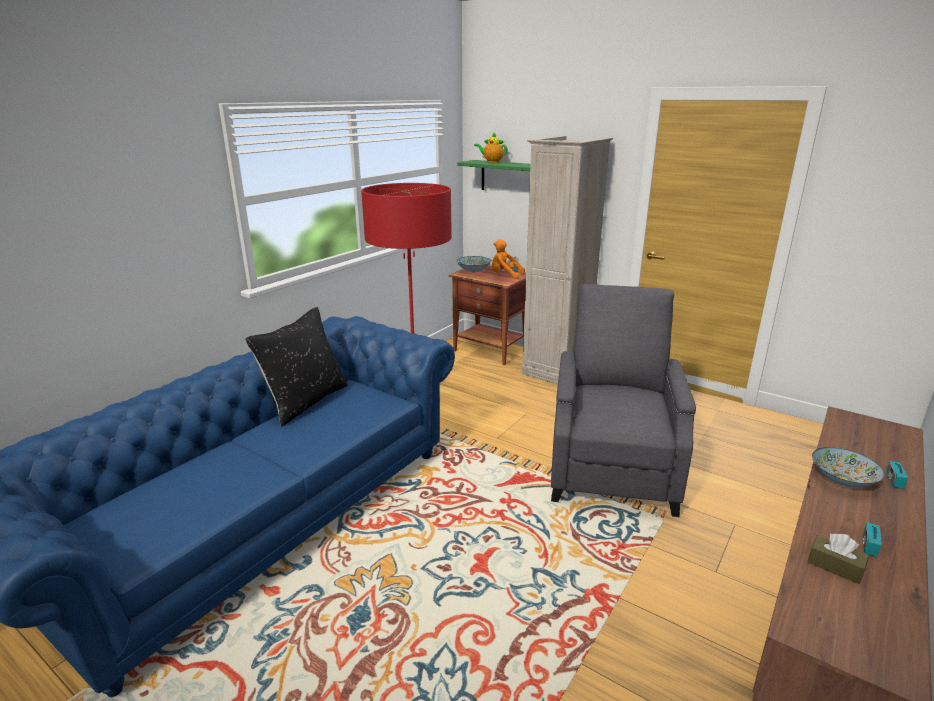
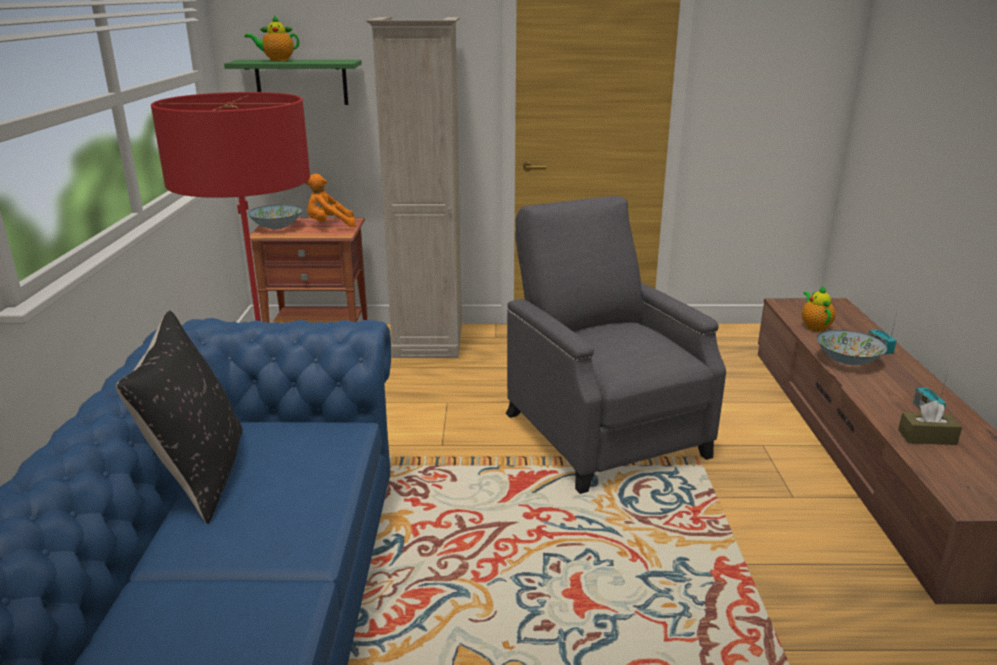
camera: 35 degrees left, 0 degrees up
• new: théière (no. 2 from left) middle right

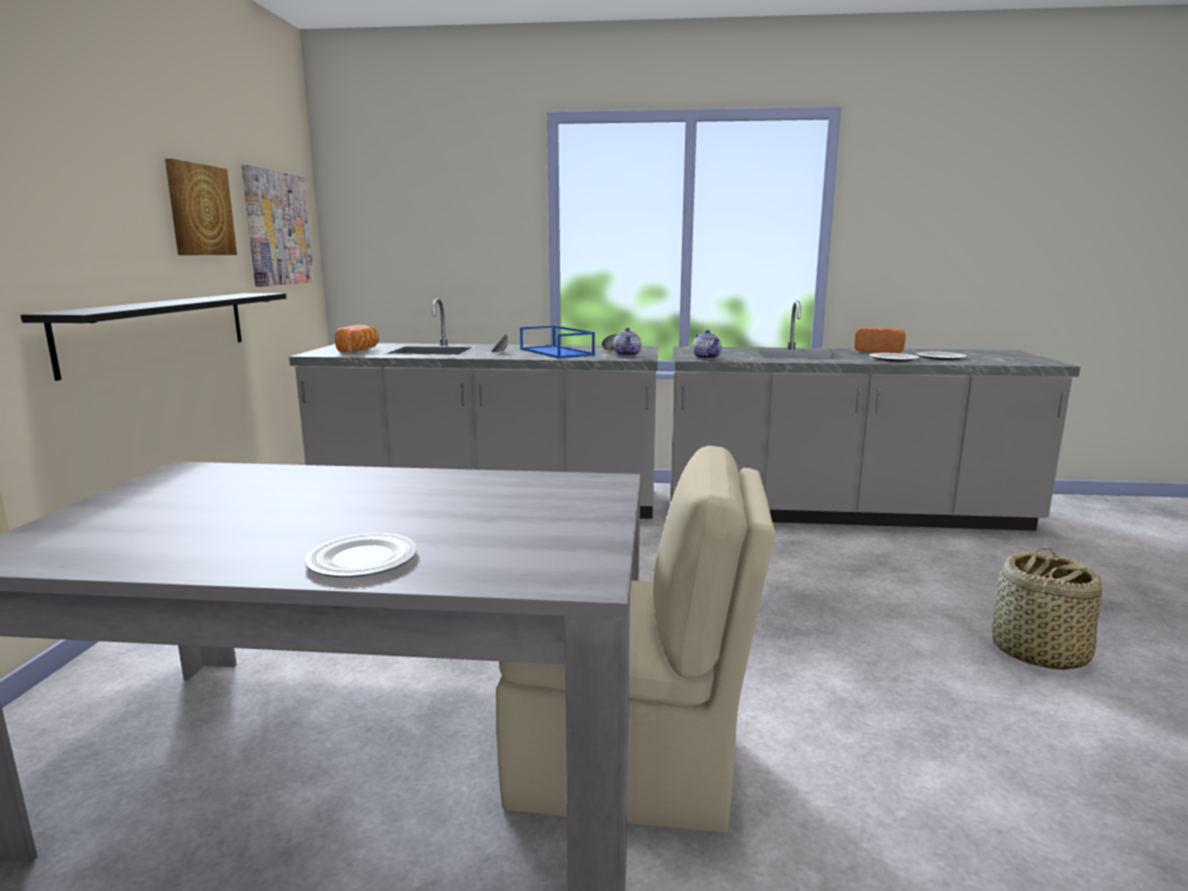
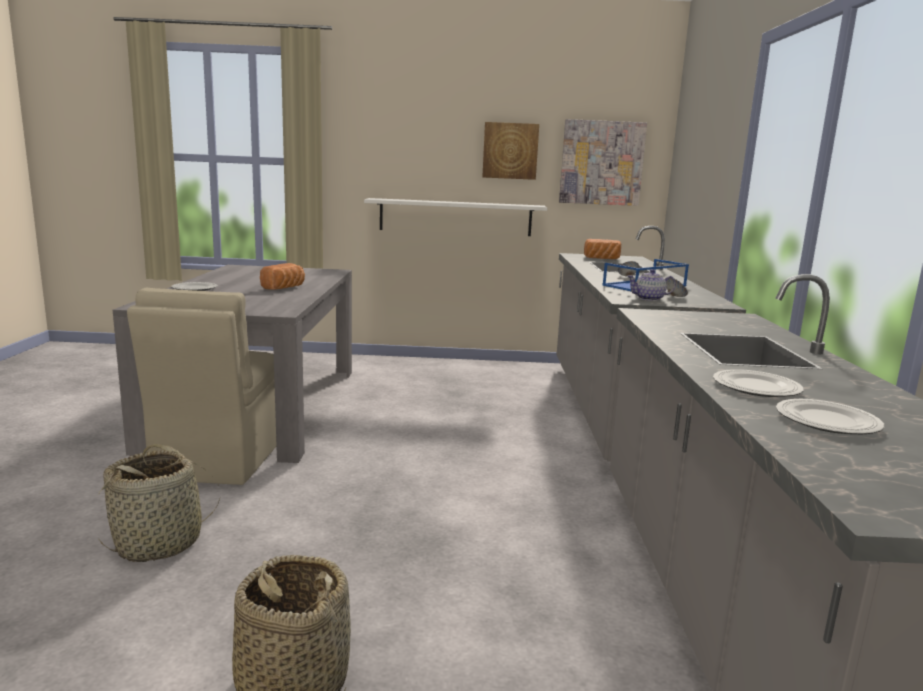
camera: 85 degrees right, 0 degrees up
• new: panier (no. 1 from left) bottom left
• shifted: pain (no. 2 from left in the first image) middle right to pain (no. 1 from left) middle left
• repainted: étagère [noir] middle left to étagère [blanc] top centre
• gone: théière (no. 2 from left) centre

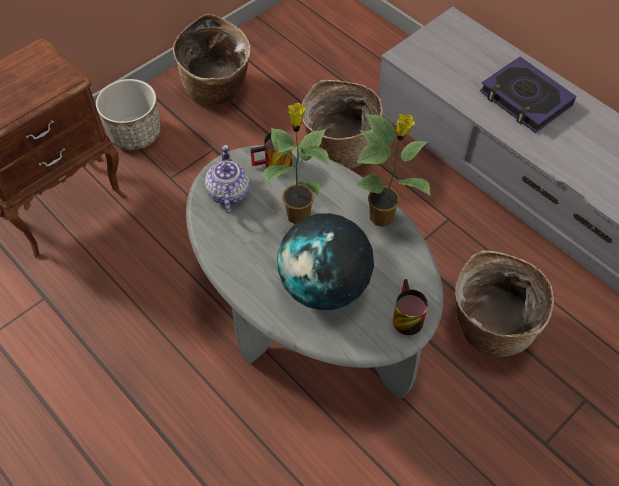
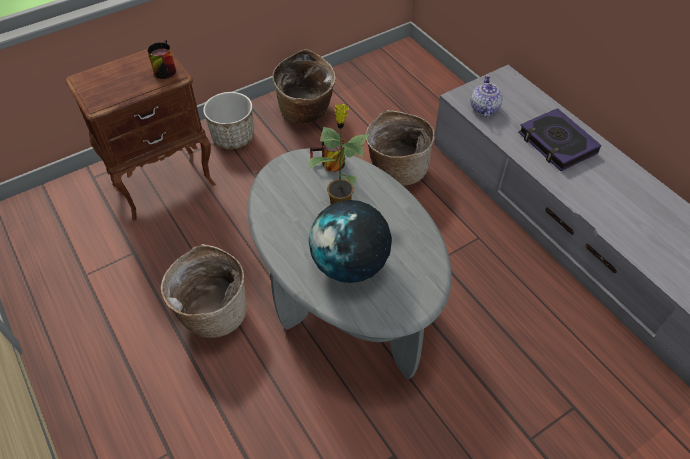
camera: 10 degrees right, 5 degrees down
• shifted: mug (no. 2 from left in the first image) centre to mug (no. 1 from left) top left
• shifted: panier (no. 3 from left in the first image) middle right to panier (no. 1 from left) middle left
• shifted: théière centre to top right
• gone: plante en pot (no. 2 from left) centre

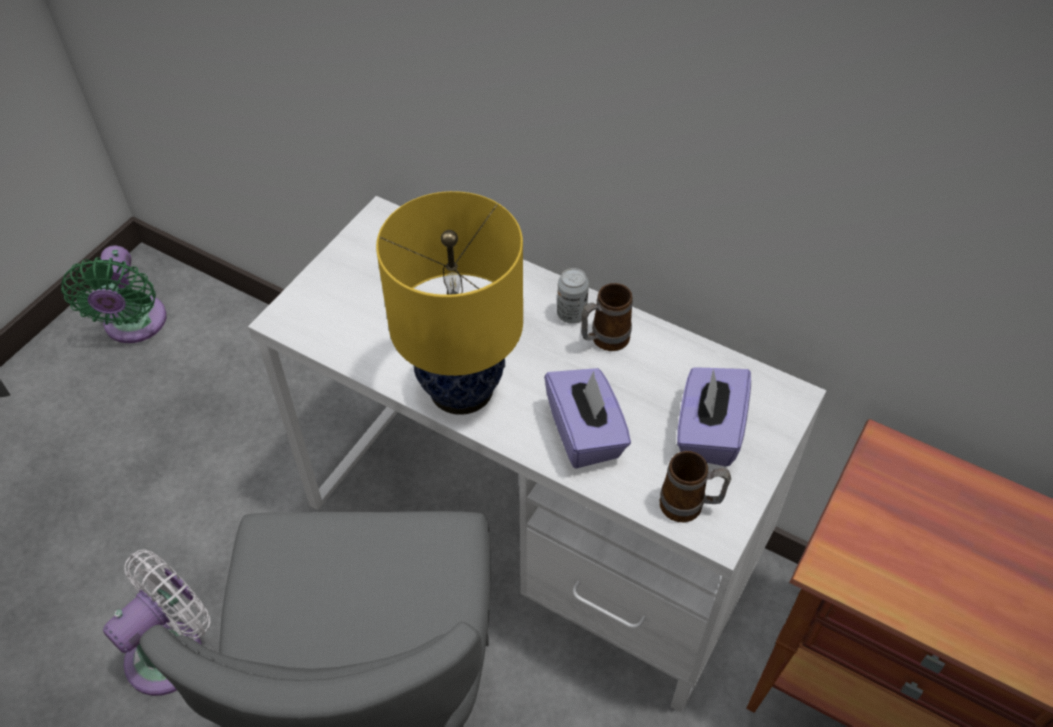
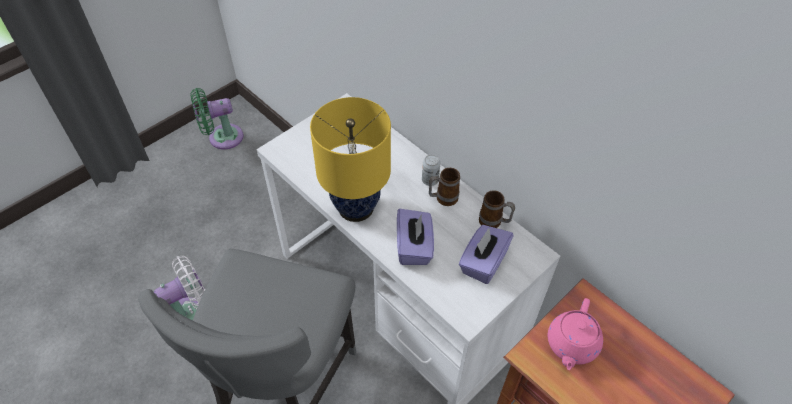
camera: 15 degrees right, 0 degrees up
• rotated: ventilateur [vert] middle left = top left 60 degrees clockwise
• shifted: mug (no. 2 from left) bottom centre to centre
• new: théière [rose] bottom right

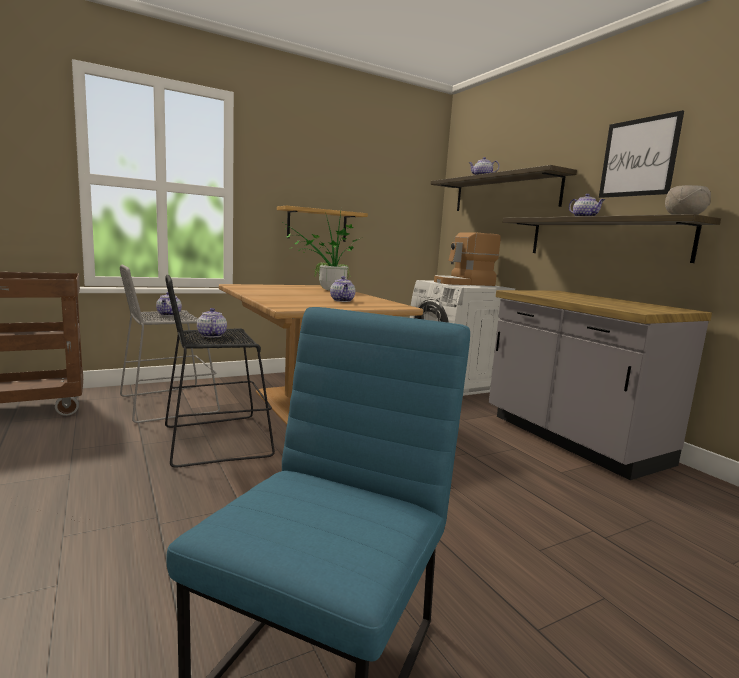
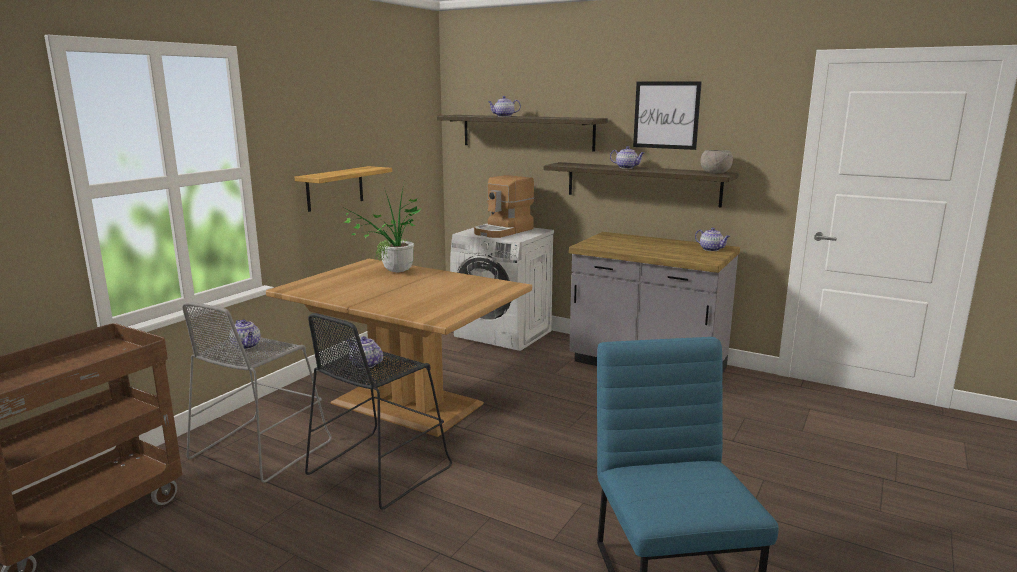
camera: 30 degrees left, 5 degrees up
• shifted: théière (no. 3 from left in the first image) centre to théière (no. 5 from left) middle right

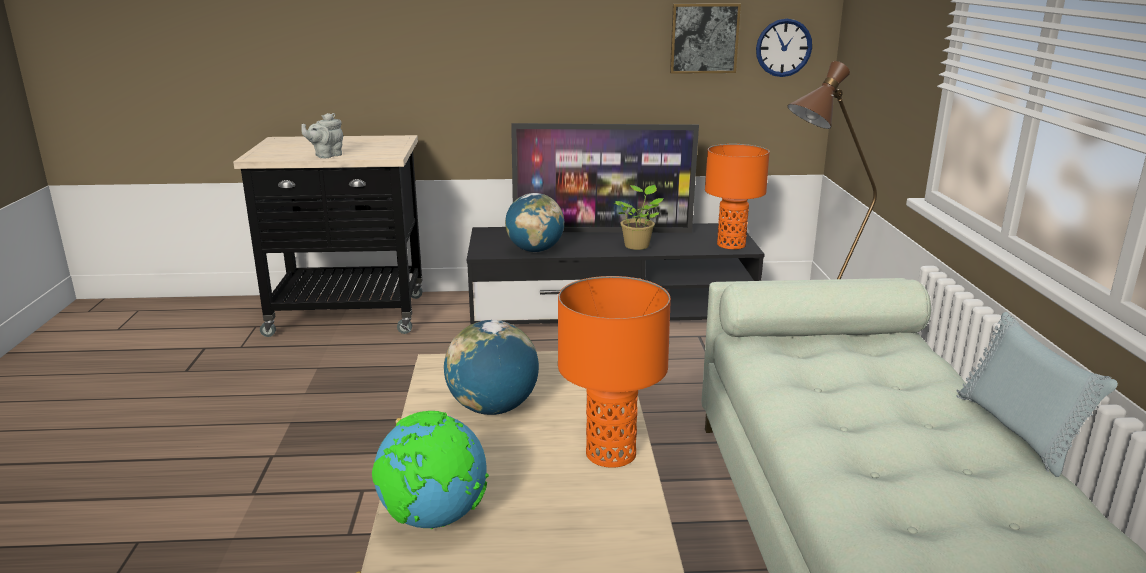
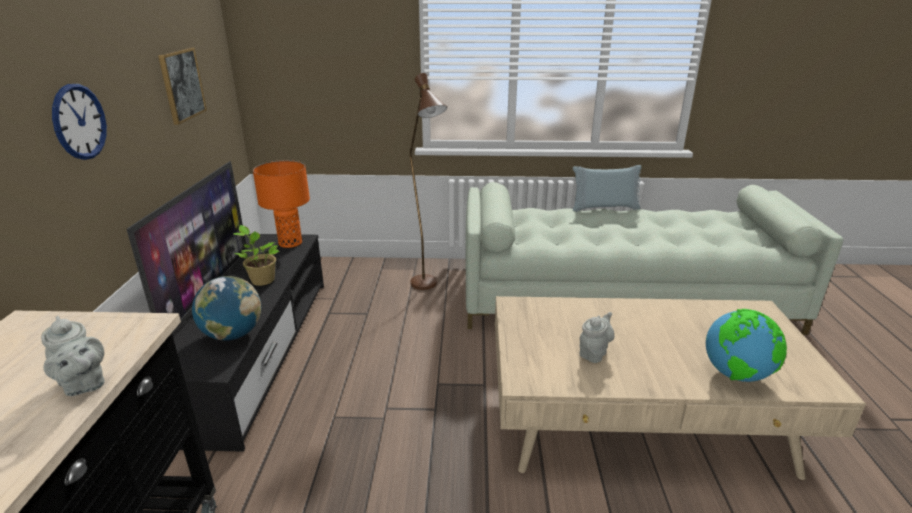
camera: 85 degrees left, 5 degrees up
• shifted: horloge murale top right to top left
• swapped: globe (no. 2 from left) centre to théière [gris] (no. 2 from left) centre
• gone: lampe de table [orange] (no. 1 from left) centre

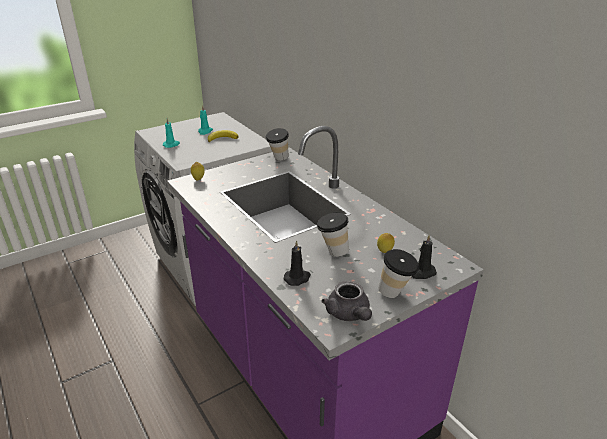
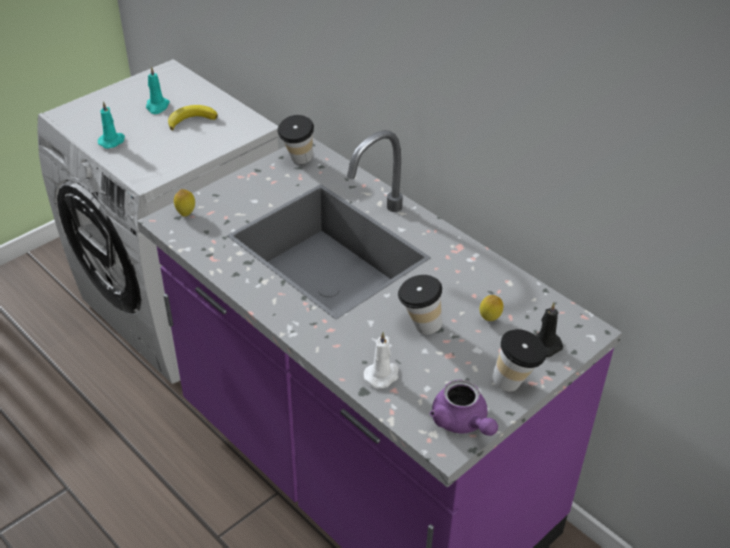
camera: 10 degrees left, 10 degrees up
• repainted: bougie [noir] (no. 1 from left) centre to bougie [blanc] centre
• repainted: théière [gris] bottom centre to théière [violet] bottom centre

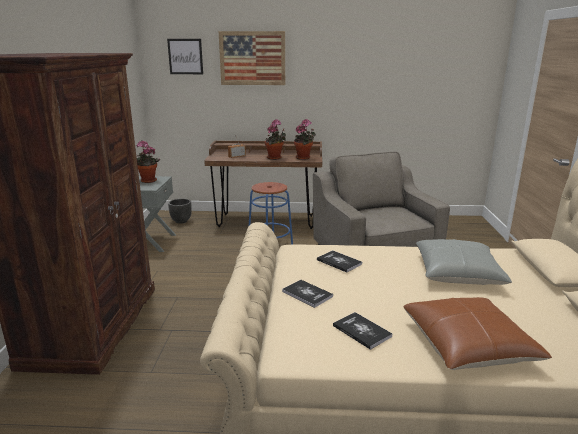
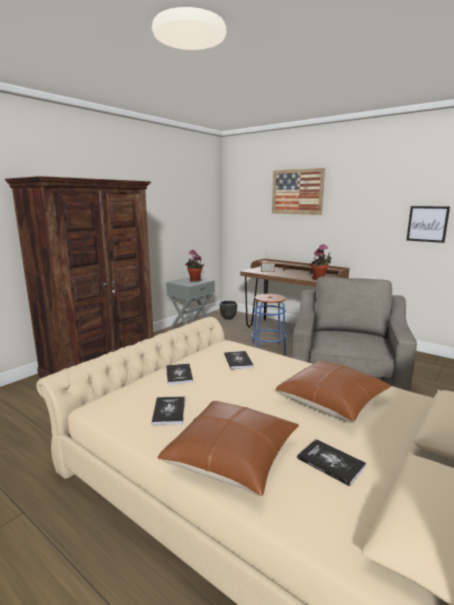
camera: 35 degrees right, 5 degrees down
• repainted: coussin [gris] middle right to coussin [marron] (no. 2 from left) middle right
• new: livre (no. 4 from left) bottom right
• shifted: tableau (no. 1 from left in the first image) top left to tableau (no. 2 from left) middle right
• gone: plante en pot (no. 2 from left) top centre

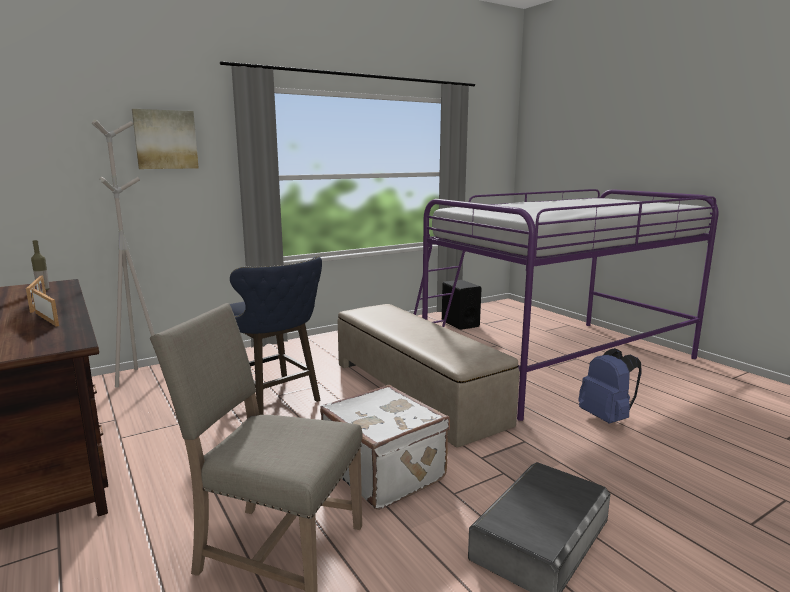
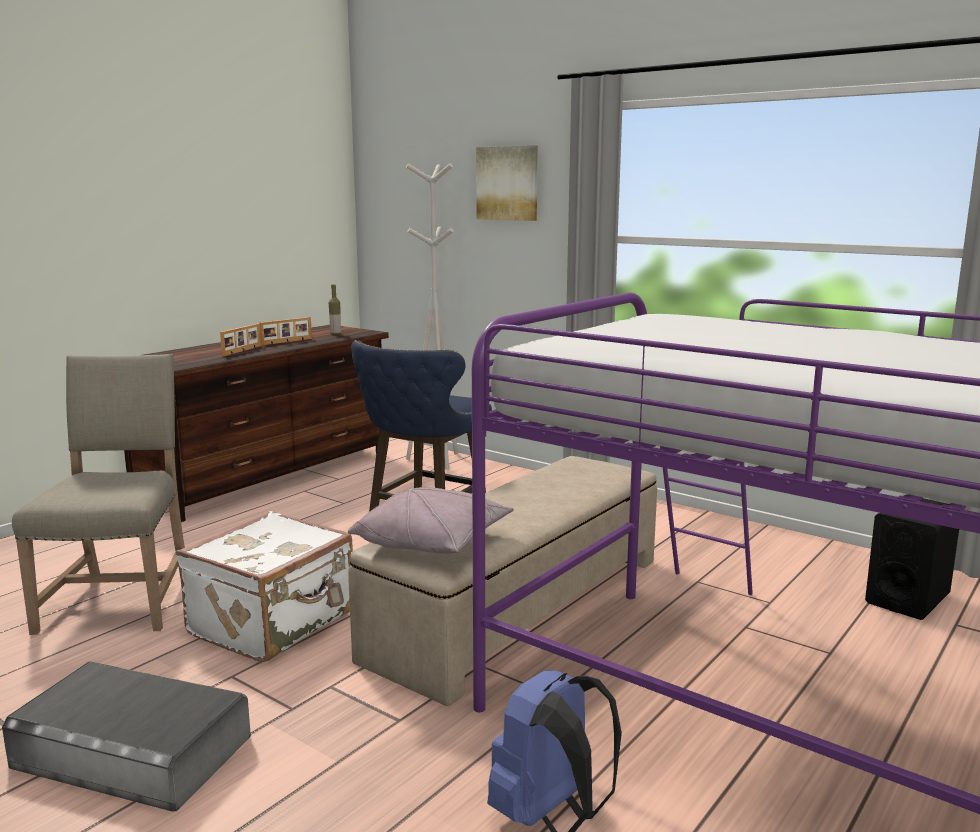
camera: 70 degrees right, 0 degrees up
• new: coussin [violet] centre

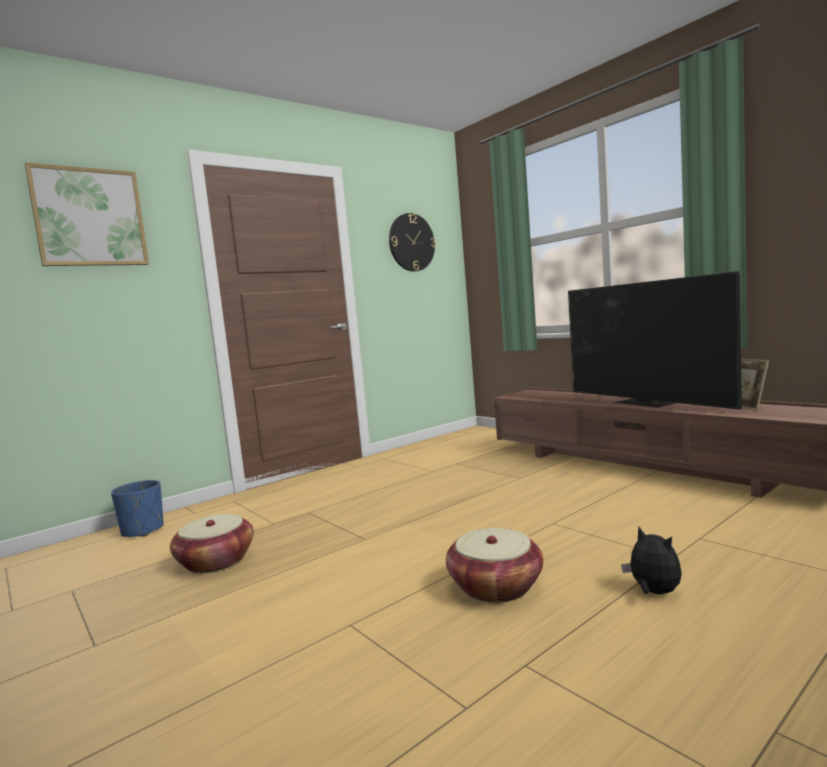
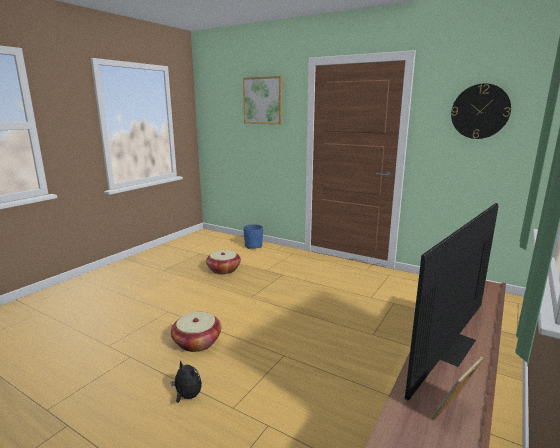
camera: 70 degrees right, 10 degrees up
• rotated: peluche bottom right = bottom left 90 degrees counterclockwise

